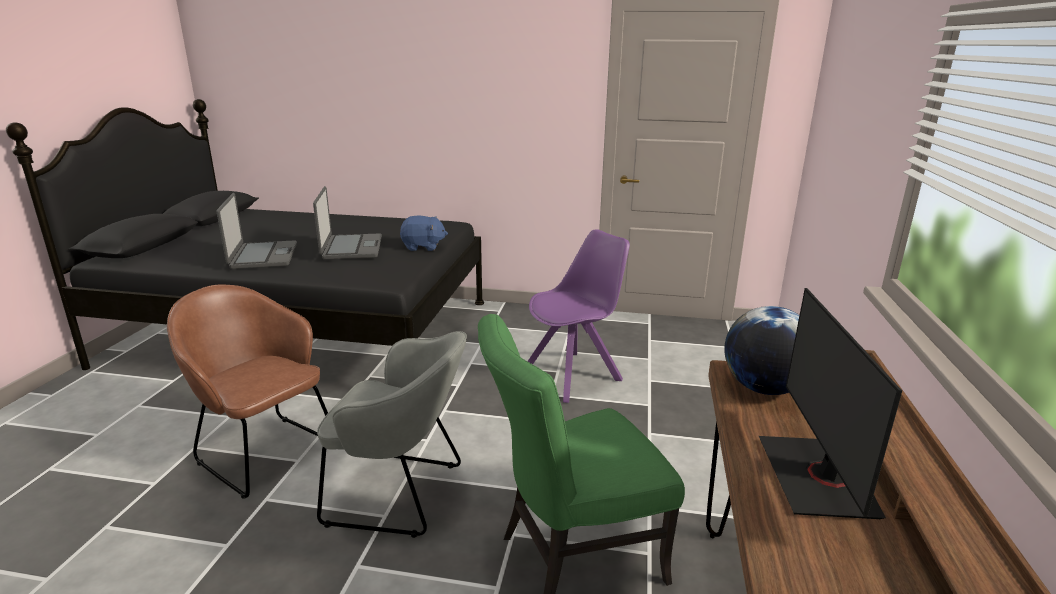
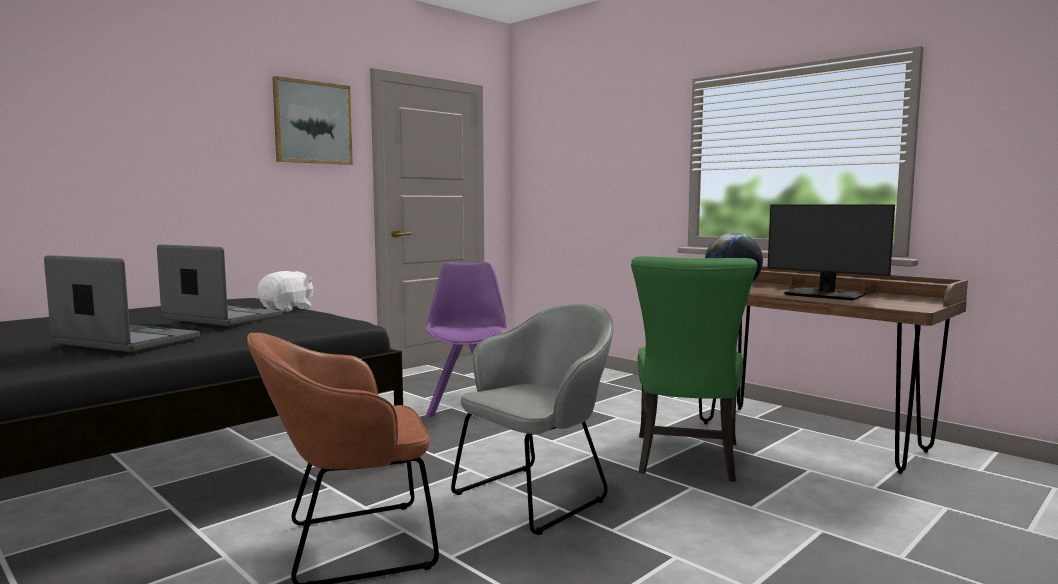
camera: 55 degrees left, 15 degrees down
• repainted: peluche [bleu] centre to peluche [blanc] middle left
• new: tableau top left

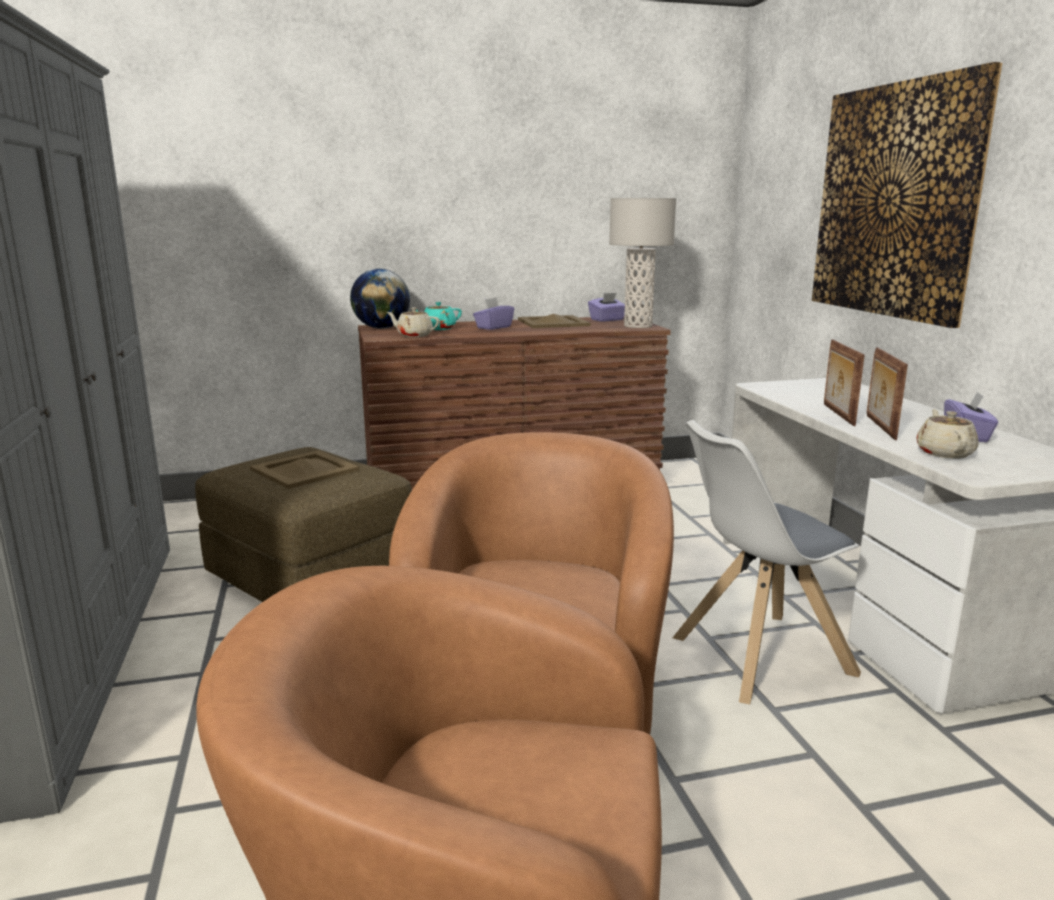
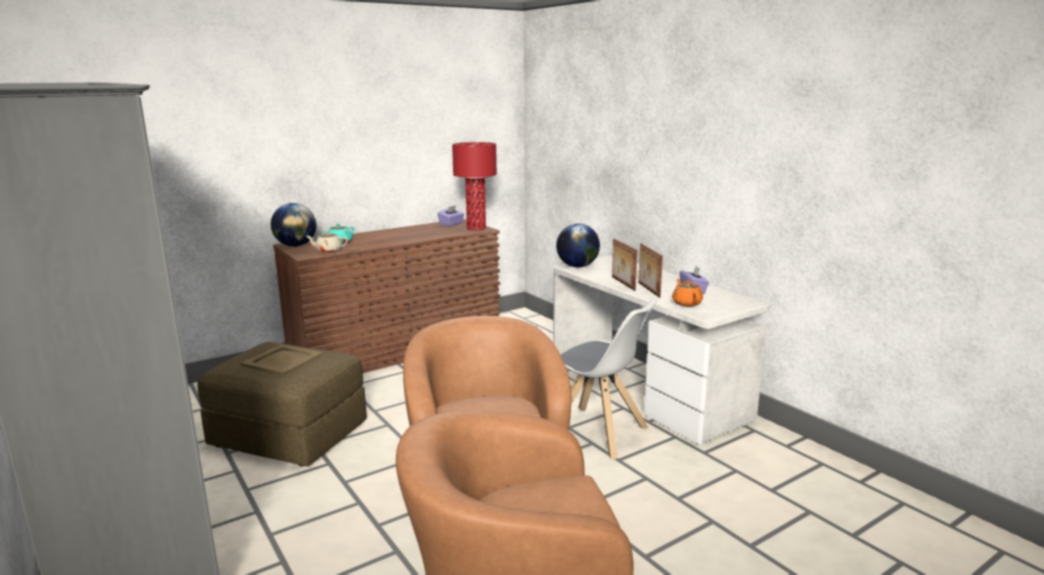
camera: 20 degrees left, 0 degrees up
• repainted: lampe de table [blanc] top centre to lampe de table [rouge] top centre
• new: globe (no. 2 from left) centre
• rotated: chaise middle right = centre 105 degrees counterclockwise
• repainted: théière [beige] (no. 2 from left) middle right to théière [orange] centre
• gone: boîte à mouchoirs [violet] (no. 1 from left) centre
• gone: plateau [beige] (no. 2 from left) centre
• gone: tableau top right

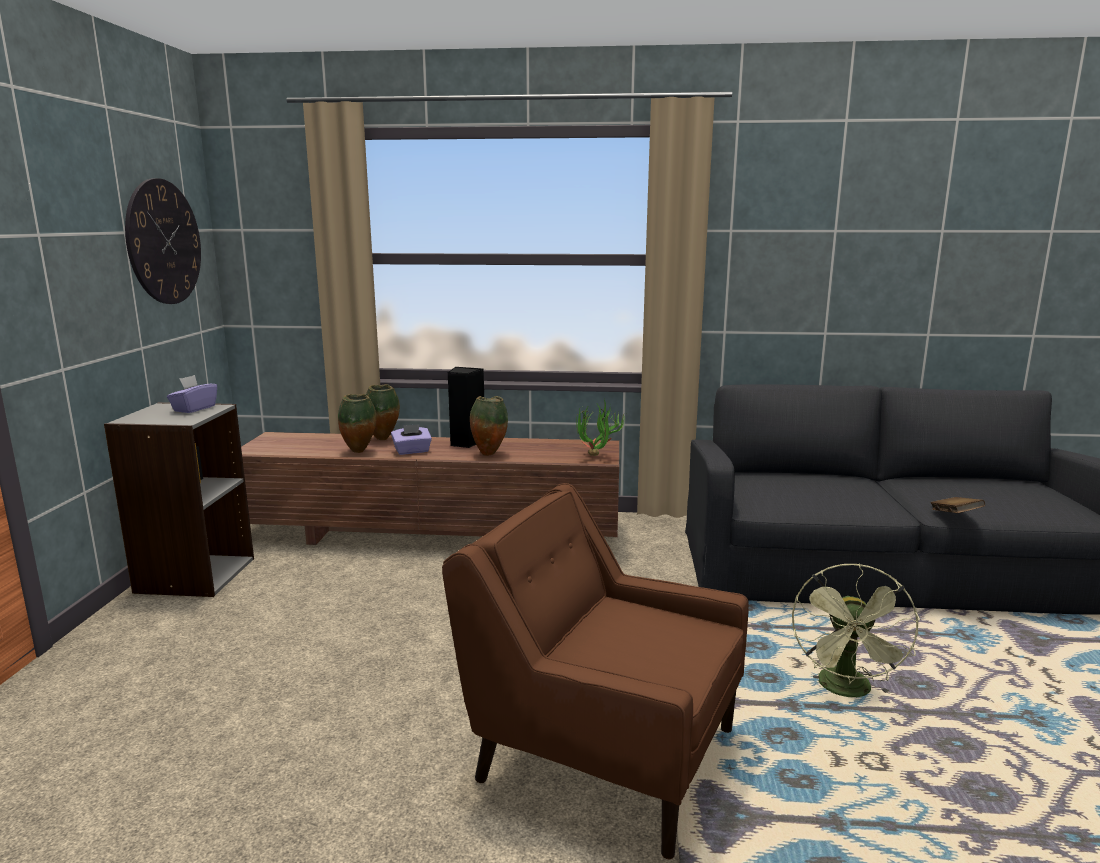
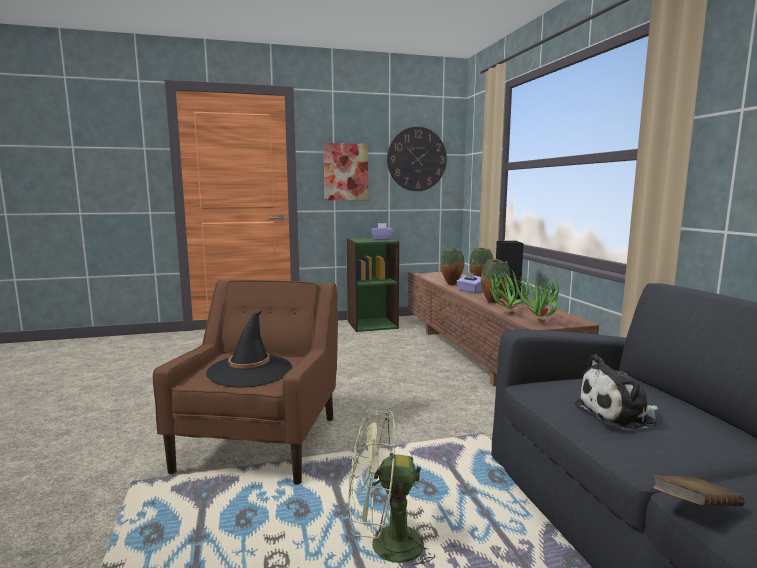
camera: 70 degrees right, 5 degrees down
• new: chapeau [noir] middle left
• new: tableau top centre
• repainted: bibliothèque [gris] middle left to bibliothèque [vert] centre
• new: plante en pot (no. 1 from left) middle right
• new: peluche bottom right

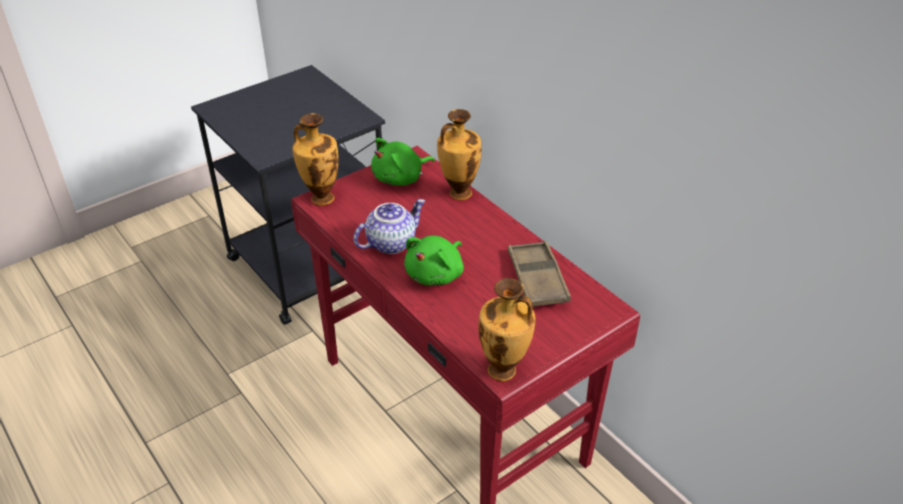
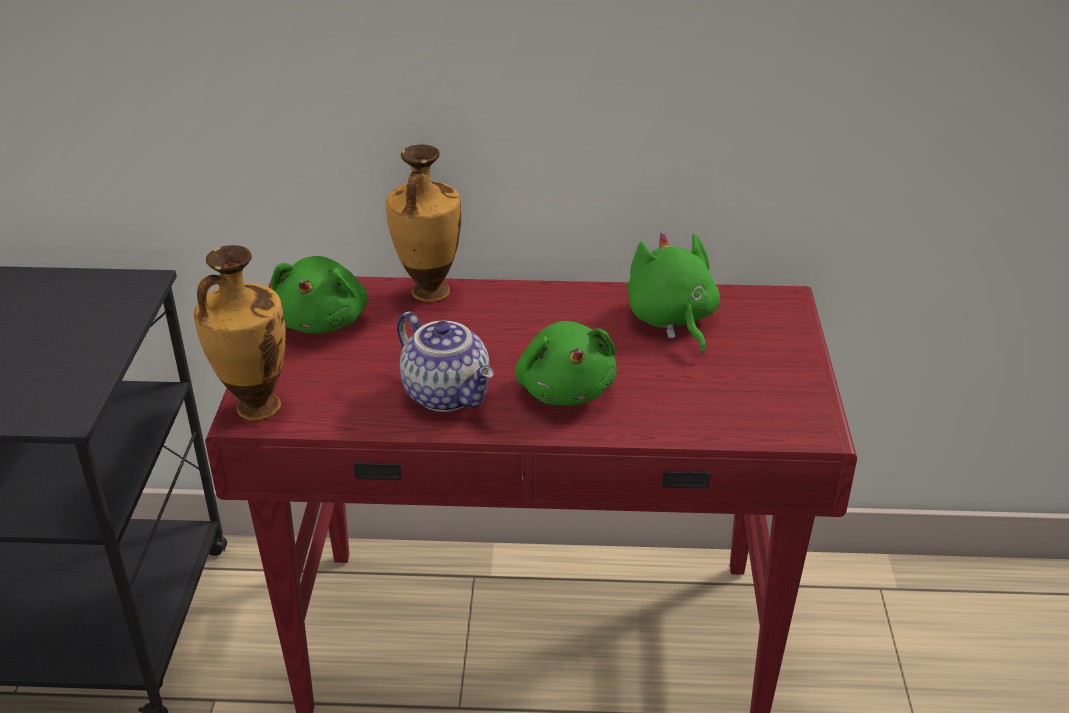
camera: 50 degrees left, 5 degrees down
• rotated: théière centre = centre 135 degrees clockwise
• swapped: plateau [marron] centre to peluche [vert] (no. 3 from left) centre
• gone: vase (no. 3 from left) centre

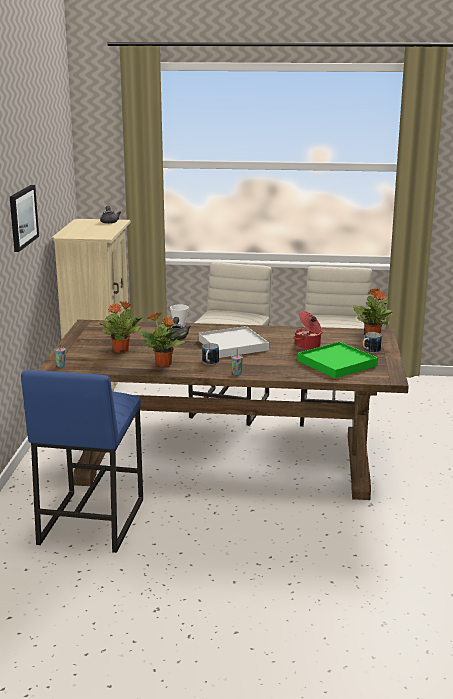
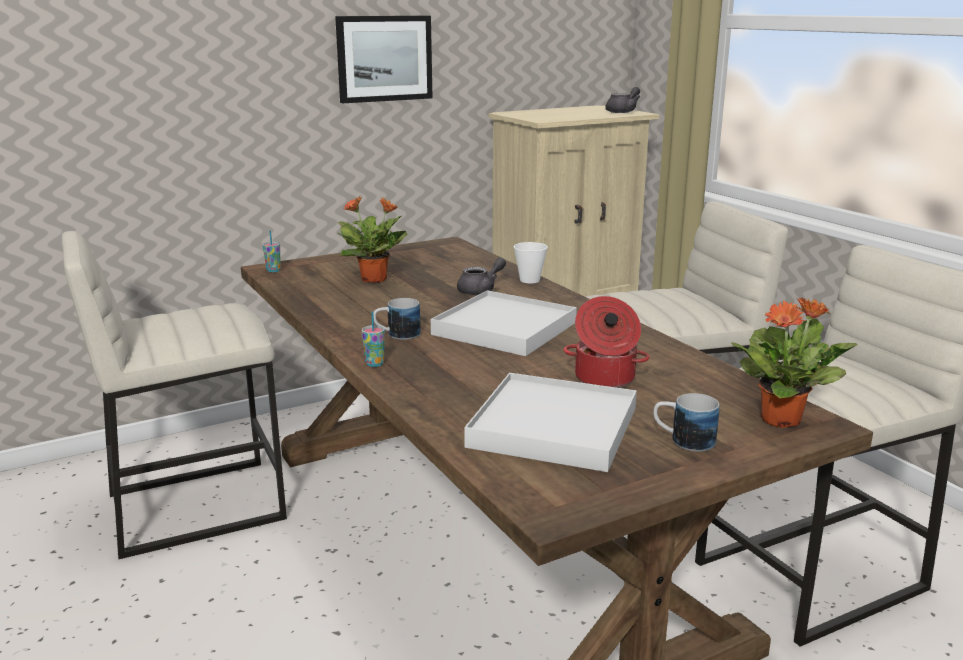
camera: 55 degrees right, 0 degrees up
• repainted: tabouret [bleu] middle left to tabouret [beige] (no. 1 from left) middle left
• repainted: plateau [vert] middle right to plateau [blanc] (no. 2 from left) centre
• gone: plante en pot (no. 2 from left) centre

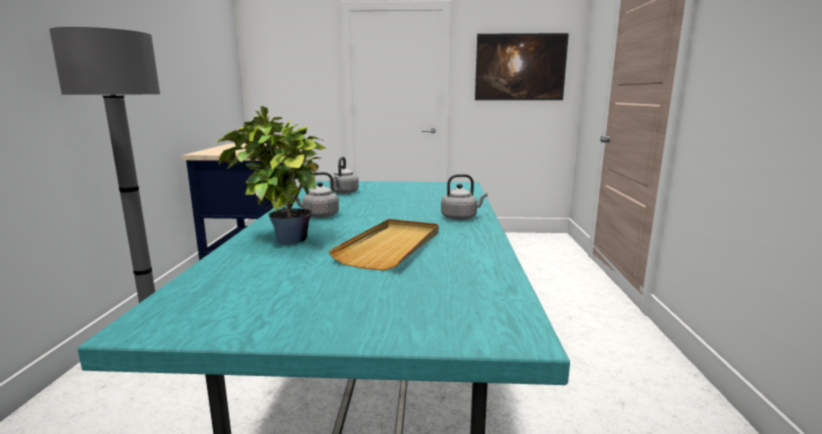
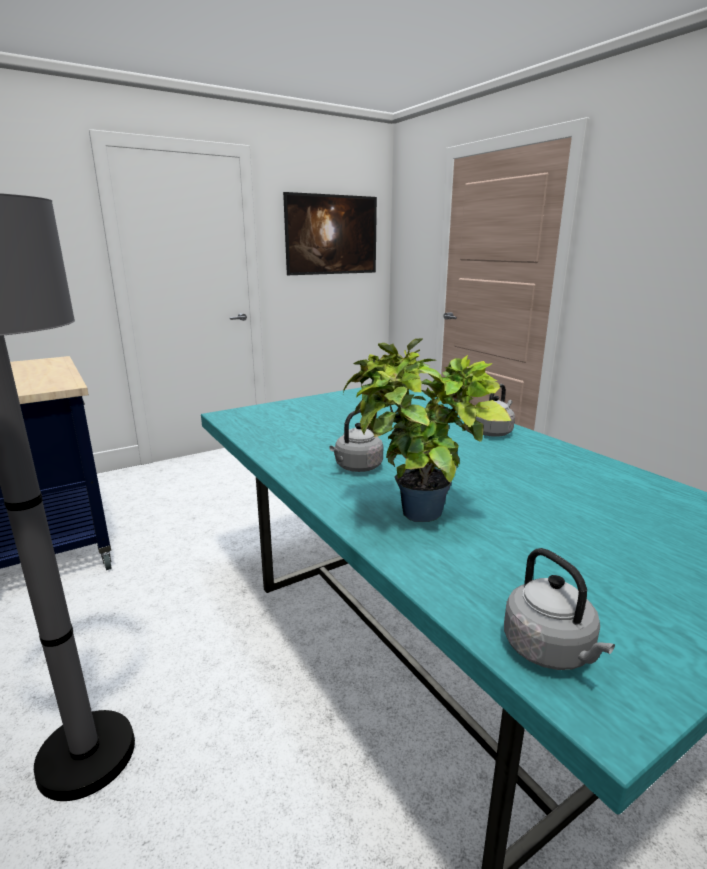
camera: 35 degrees left, 5 degrees up
• shifted: bouilloire [gris] (no. 2 from left in the first image) centre to bouilloire [gris] (no. 3 from left) bottom right
• gone: plateau [beige] centre

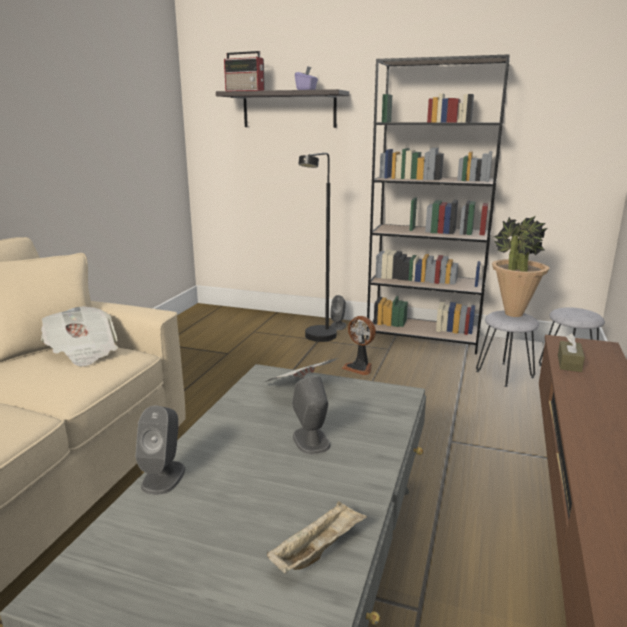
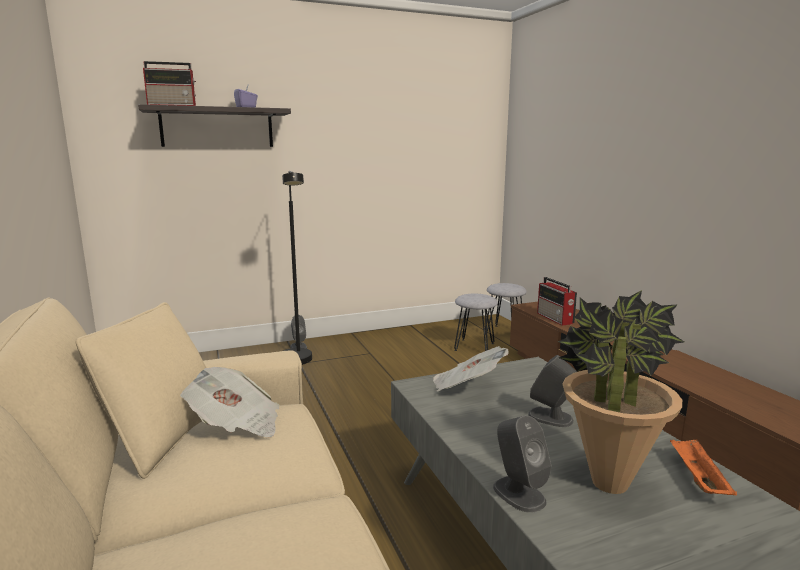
camera: 40 degrees left, 5 degrees down
• swapped: boîte à mouchoirs [marron] middle right to radio (no. 2 from left) middle right
• shifted: plante en pot middle right to bottom right
• repainted: plateau [beige] bottom centre to plateau [orange] bottom right
• gone: ventilateur centre
• gone: bibliothèque [beige] top right

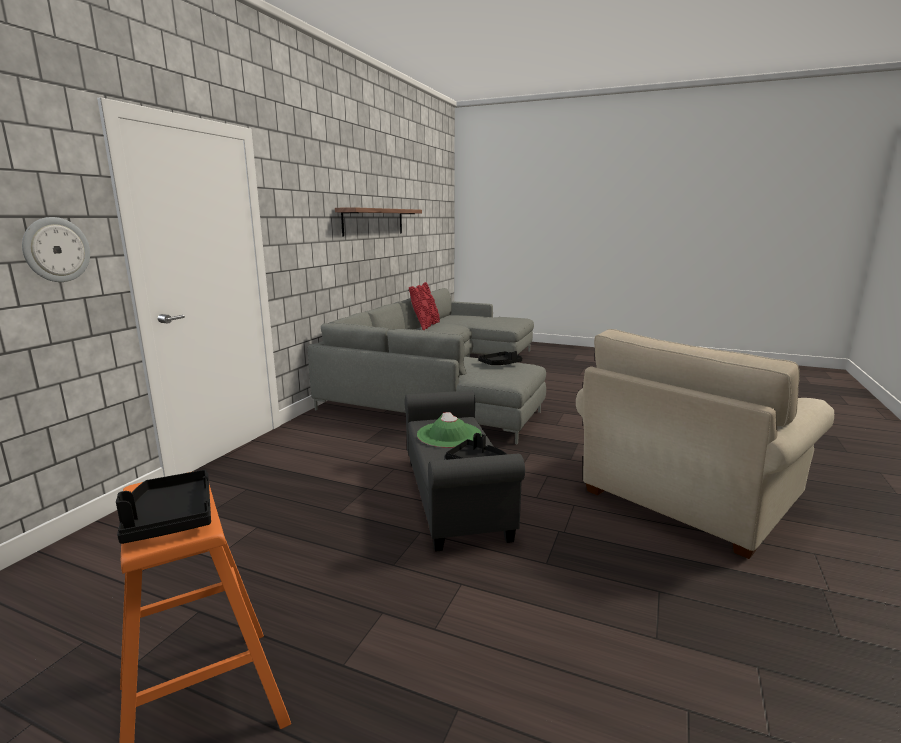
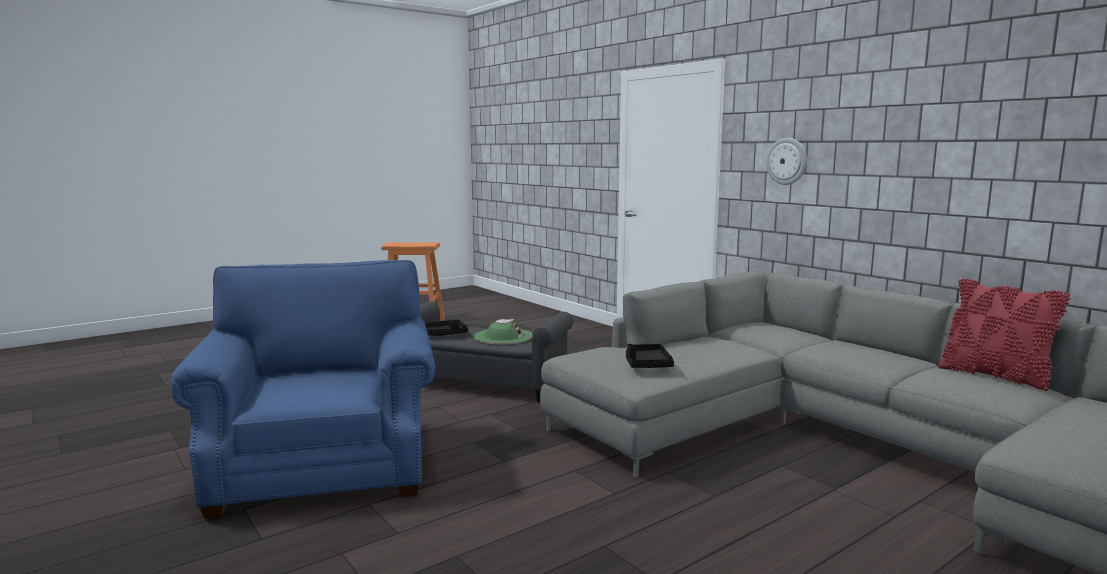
camera: 120 degrees right, 5 degrees down
• repainted: fauteuil [beige] middle right to fauteuil [bleu] bottom left
• shifted: horloge murale middle left to top right
• gone: plateau [noir] (no. 1 from left) bottom left
• gone: étagère top centre

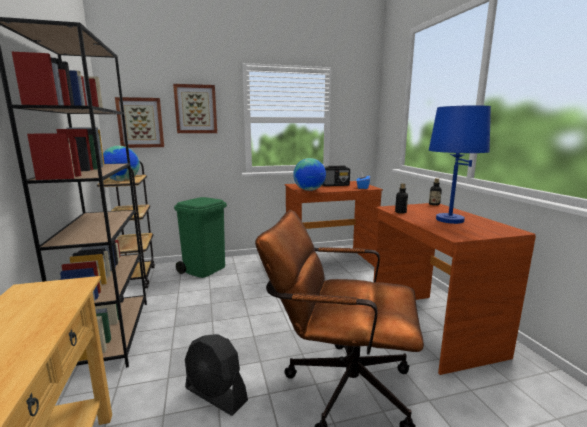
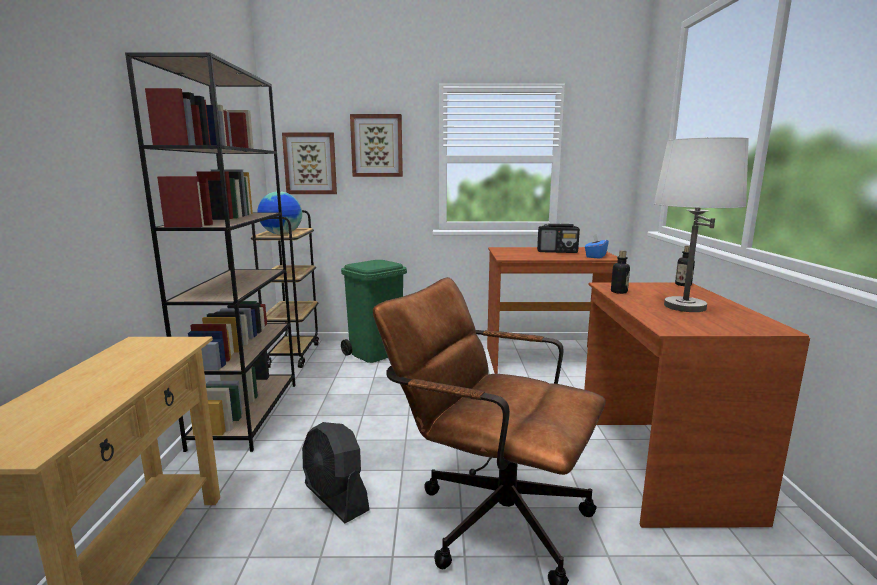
camera: 15 degrees right, 0 degrees up
• repainted: lampe de table [bleu] middle right to lampe de table [blanc] middle right
• gone: globe (no. 2 from left) centre

